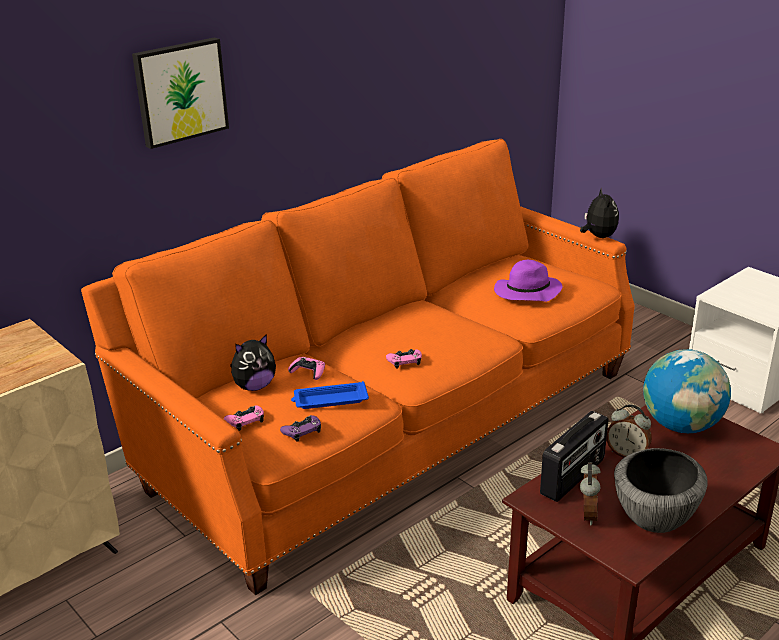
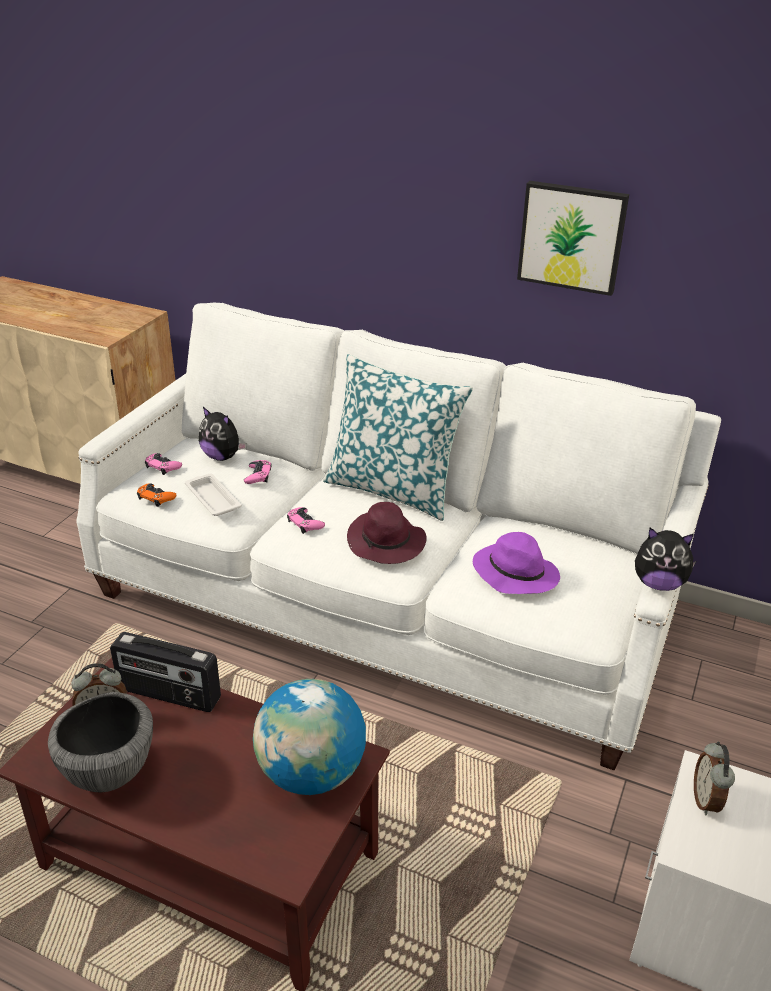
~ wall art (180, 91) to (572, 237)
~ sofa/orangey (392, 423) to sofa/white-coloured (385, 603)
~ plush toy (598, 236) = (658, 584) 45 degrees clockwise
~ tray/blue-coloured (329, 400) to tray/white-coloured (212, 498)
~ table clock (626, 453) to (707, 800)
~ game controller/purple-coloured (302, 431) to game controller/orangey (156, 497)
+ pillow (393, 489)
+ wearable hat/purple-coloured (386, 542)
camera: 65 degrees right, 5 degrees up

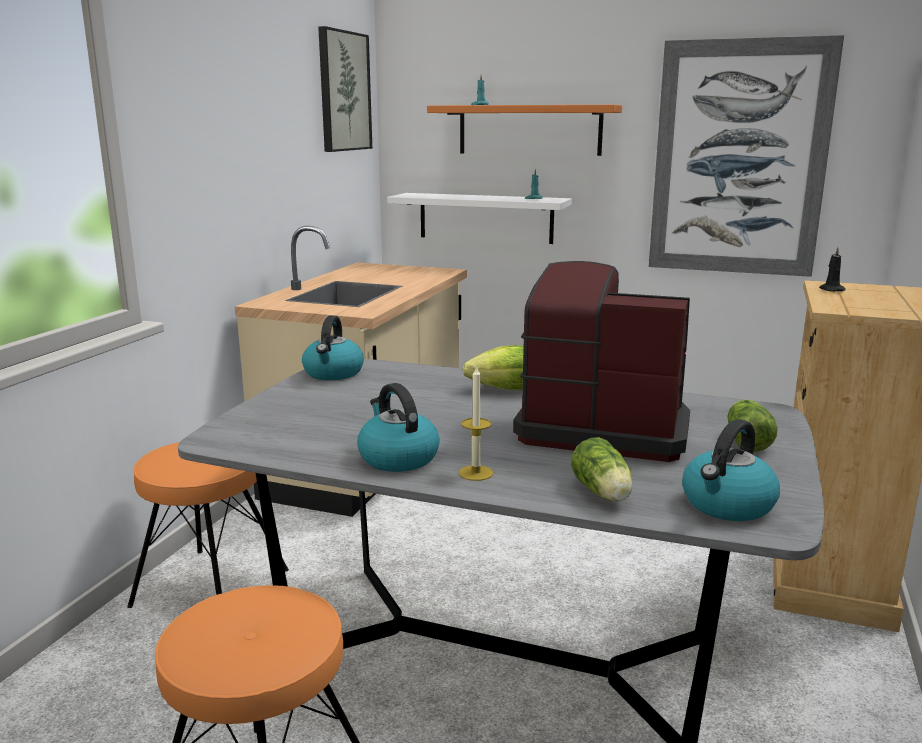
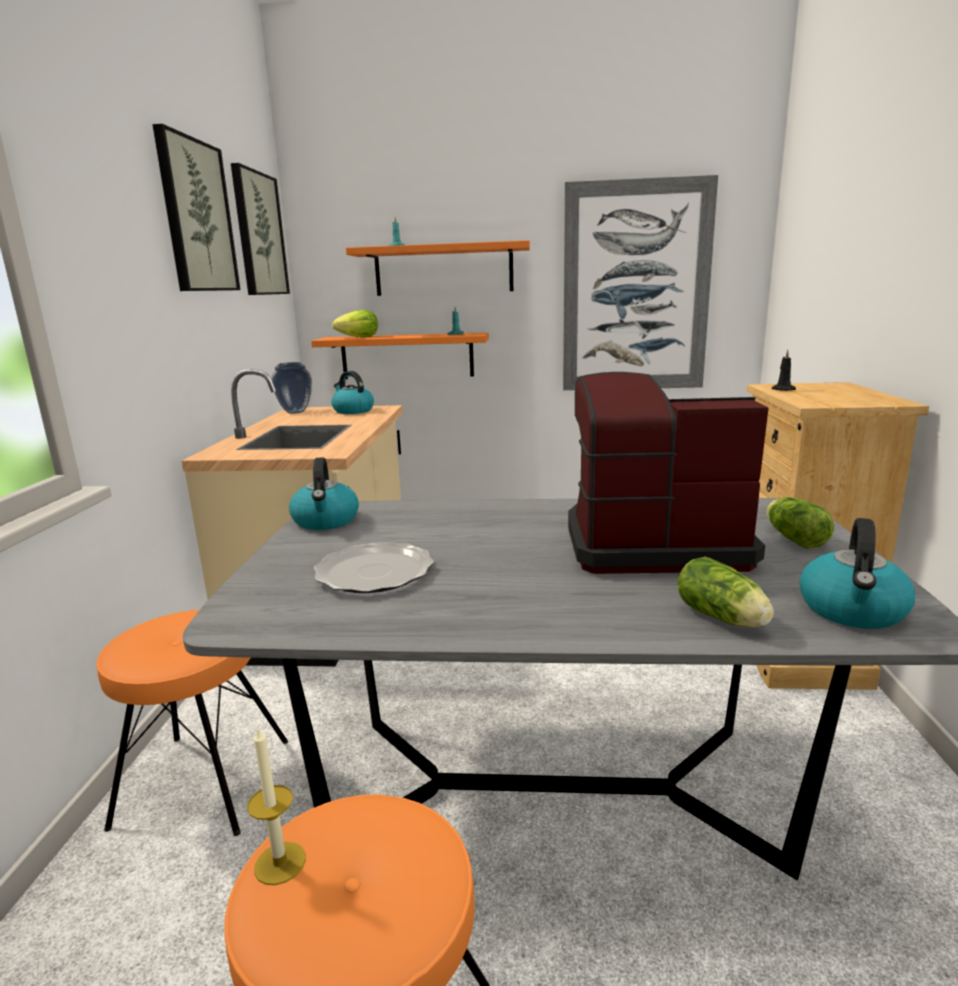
~ wall shelf/white-coloured (485, 218) to wall shelf/orangey (407, 356)
~ head of lettuce (504, 389) to (358, 337)
~ wax candle (476, 473) to (280, 863)
~ kettle (397, 458) to (352, 411)
+ wall art (196, 217)
+ decorative vase (295, 412)
+ dinner plate (373, 572)
camera: 15 degrees left, 0 degrees up

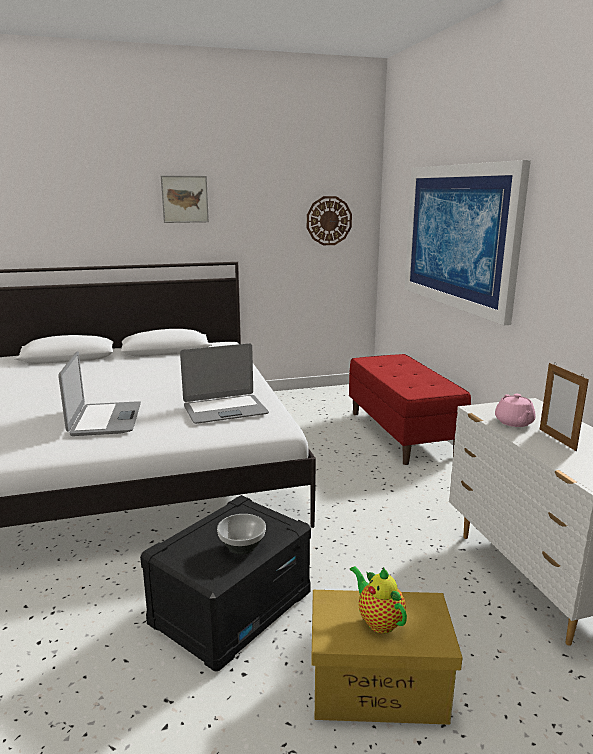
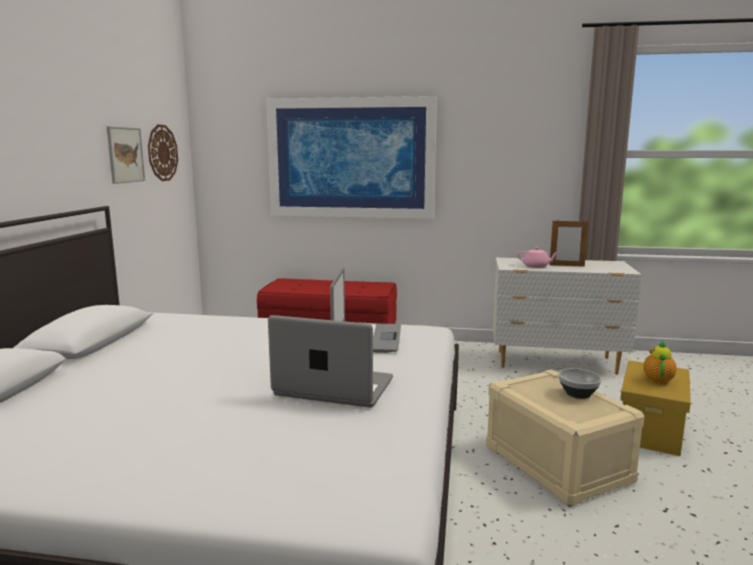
~ wall art (185, 199) to (125, 155)
~ storage box/black-coloured (231, 607) to storage box/beige (555, 464)
~ tea pot (378, 621) = (658, 380) 120 degrees clockwise
camera: 65 degrees left, 5 degrees down

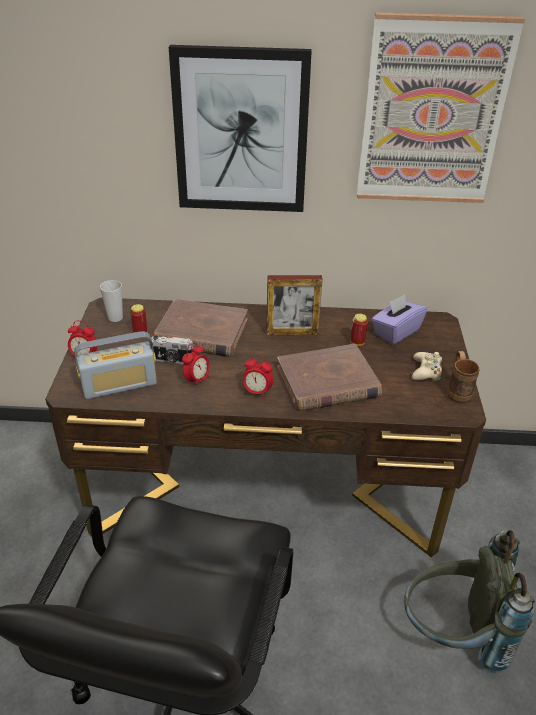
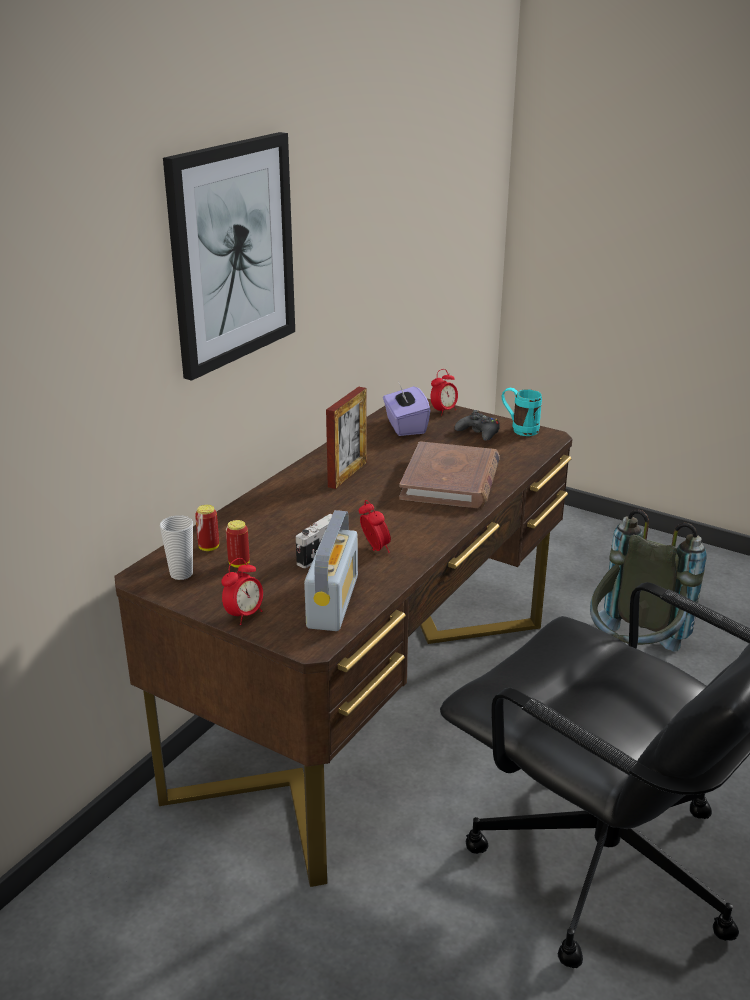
- wall art (432, 113)
- book/brownish (201, 332)
~ sealed can (357, 343) to (209, 547)
~ tea mug/brownish (457, 391) to tea mug/turquoise-coloured (519, 429)
~ game controller/beige (426, 371) to game controller/black-coloured (479, 432)
~ table clock (257, 392) to (443, 411)
camera: 60 degrees left, 10 degrees down

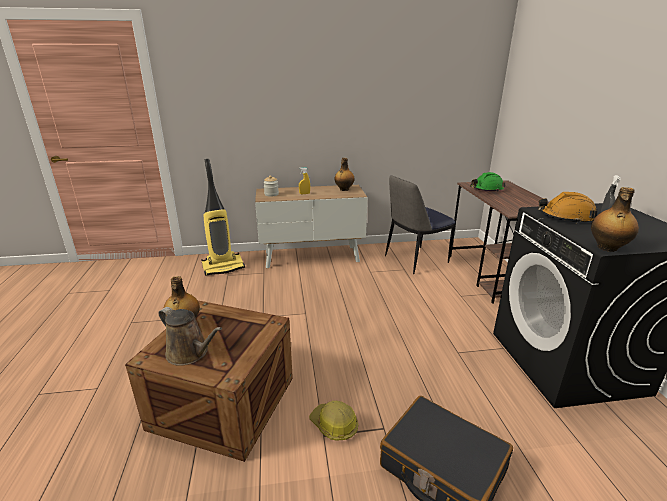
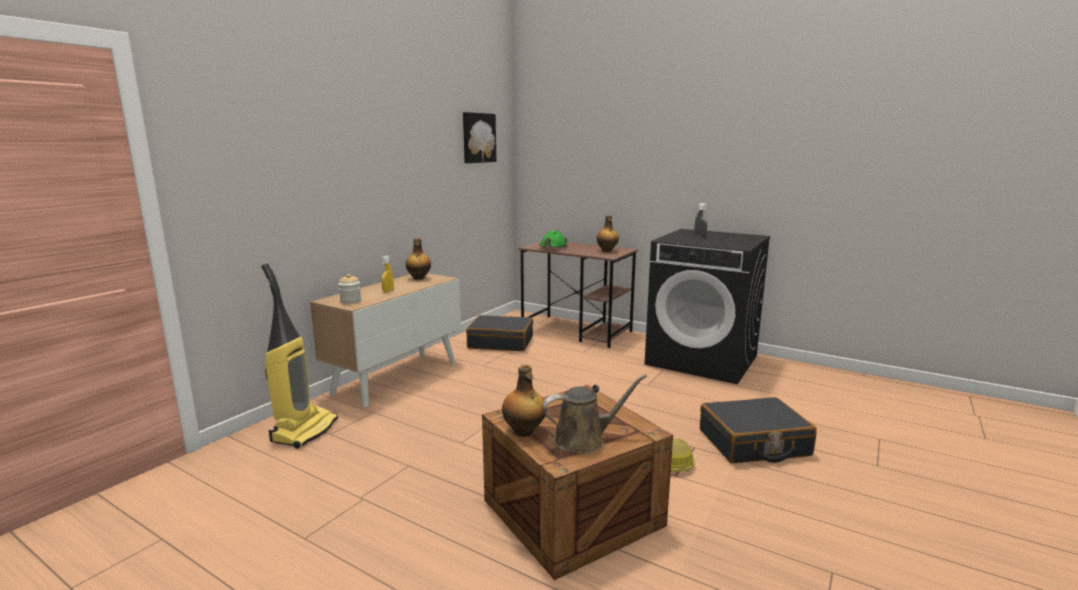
~ chair (414, 260) to suitcase/black-coloured (501, 342)
~ bottle (607, 248) to (607, 251)
- safety helmet/orangey (565, 217)
+ wall art (478, 138)
camera: 50 degrees left, 10 degrees down

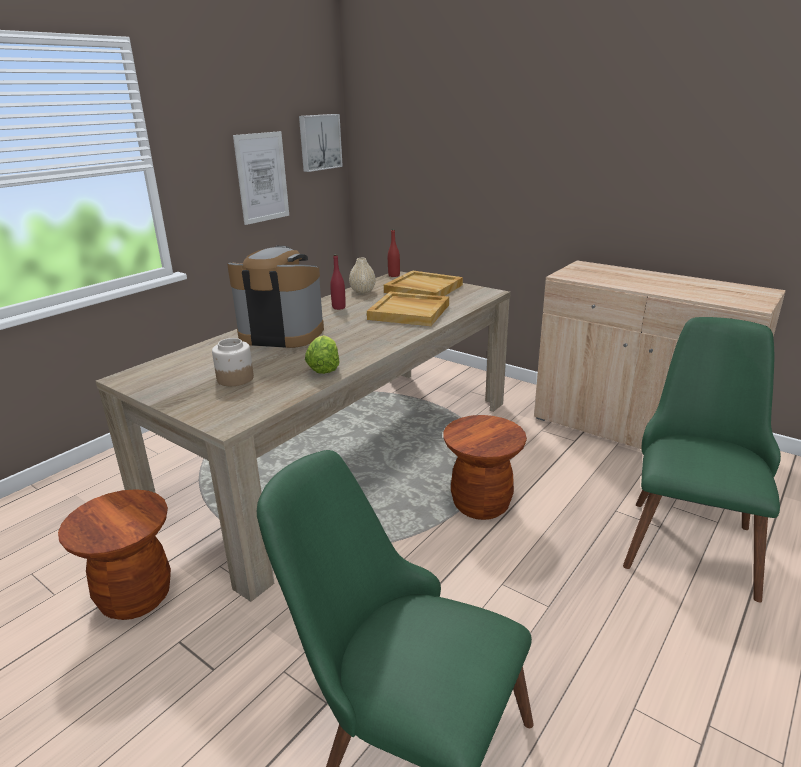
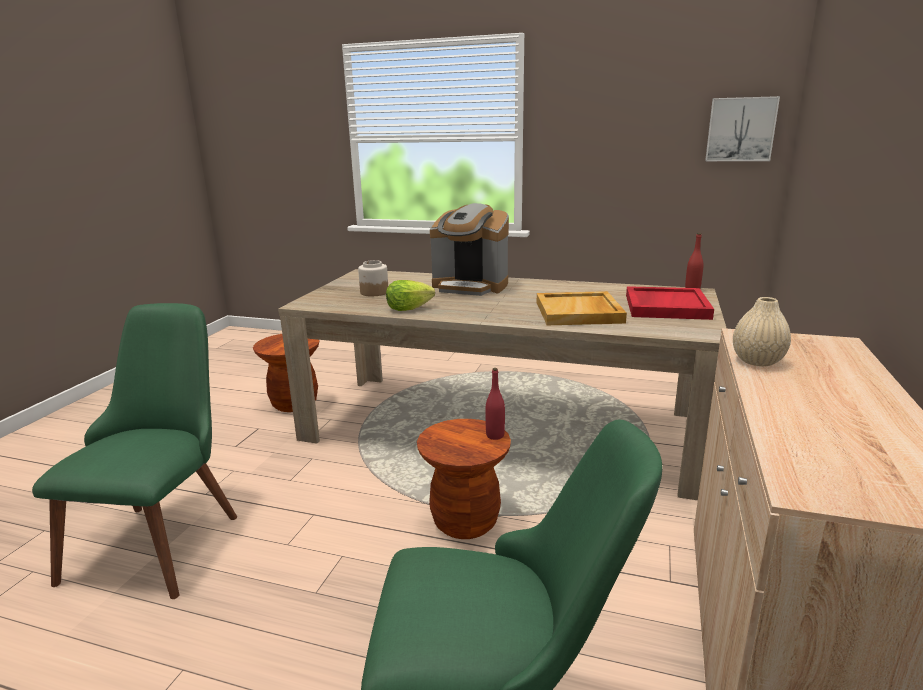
- wall art (262, 177)
~ coffee brewer (281, 334) = (470, 286) 120 degrees clockwise
~ bottle/reddish (338, 307) to (495, 435)
~ decorative vase/beige (362, 291) to (757, 361)
~ tray/beige (422, 289) to tray/reddish (665, 306)
camera: 70 degrees right, 5 degrees down

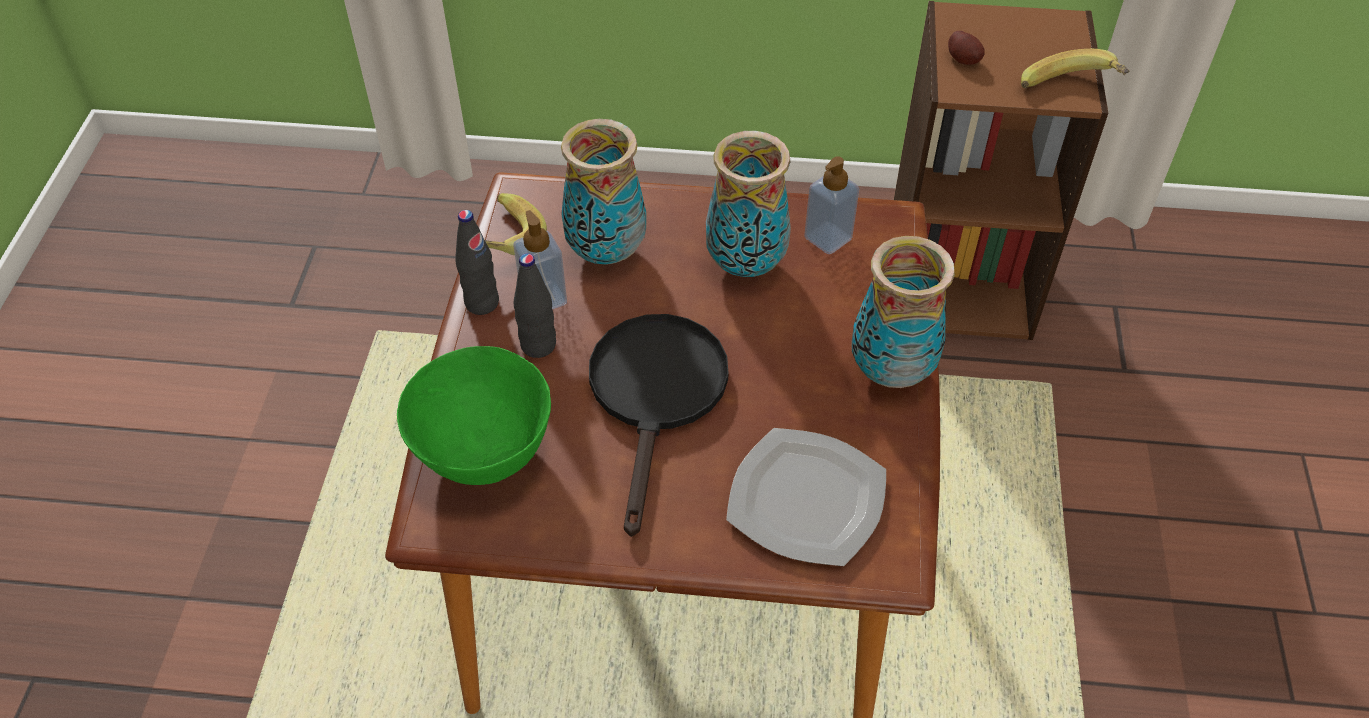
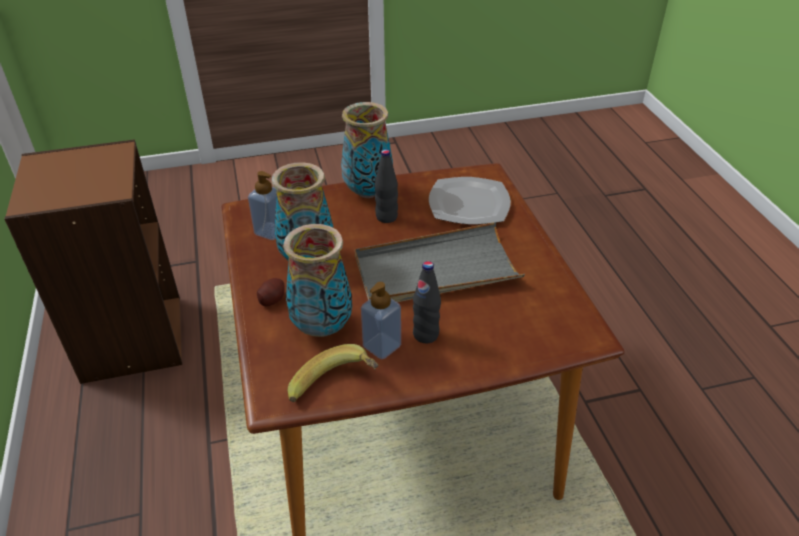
~ spud (964, 59) to (272, 299)
- whole banana (1071, 92)
~ bottle/black-coloured (482, 303) to (386, 217)
~ pan/black-coloured (657, 396) to tray/greyish (435, 270)
- serving bowl/greenish (485, 454)
camera: 110 degrees left, 10 degrees down

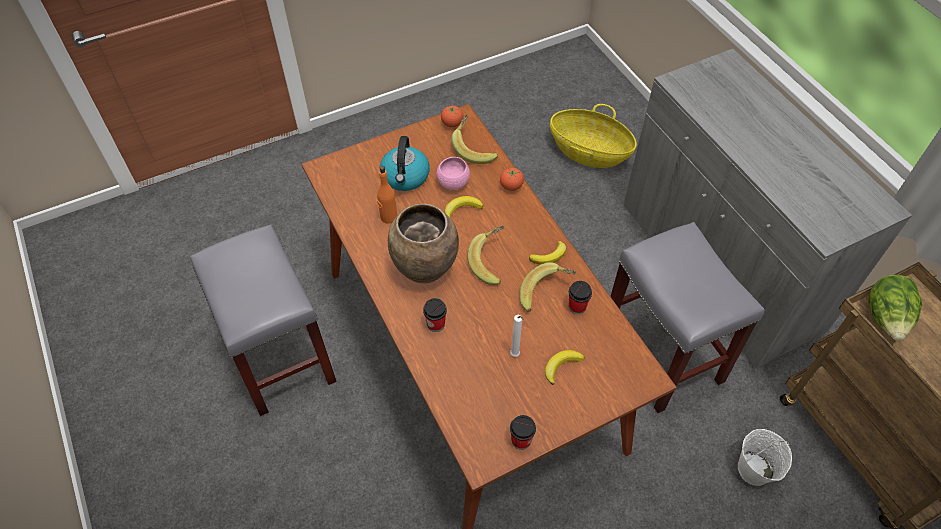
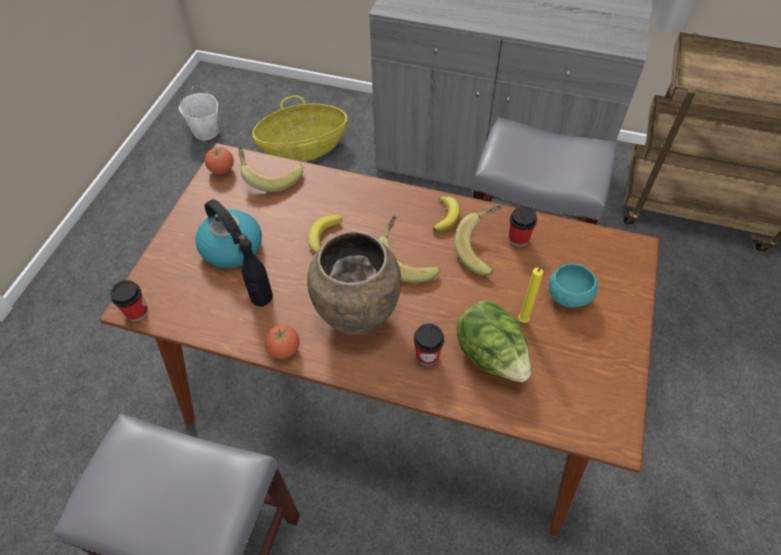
- serving bowl/pink-coloured (453, 183)
~ bottle/orangey (388, 217) to bottle/black-coloured (261, 297)
~ tomato (511, 186) to (284, 349)
~ head of lettuce (885, 318) to (491, 355)
~ wax candle/white-coloured (515, 355) to wax candle/yellowish (525, 321)
~ whole banana (561, 366) to serving bowl/turquoise-coloured (568, 296)
~ small cup (521, 440) to (137, 312)
~ bucket/white-coloured (754, 470) to (206, 131)
camera: 45 degrees left, 0 degrees up

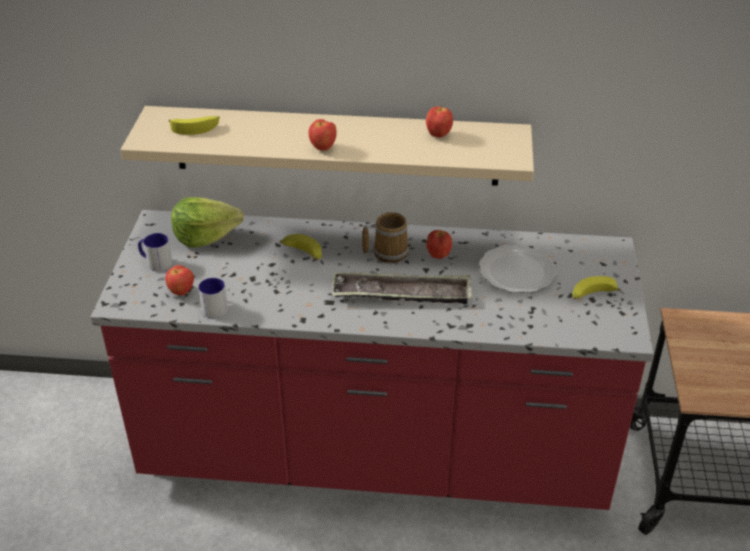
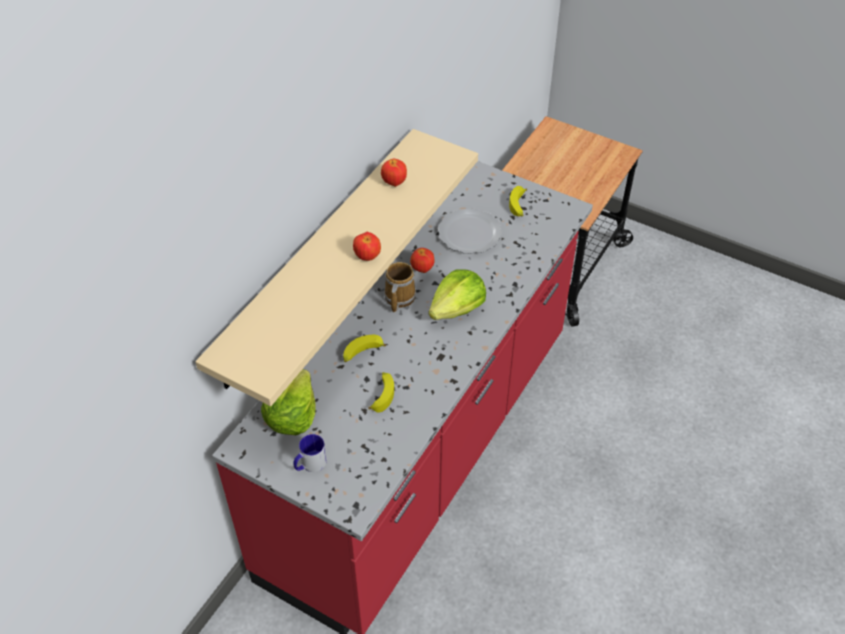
~ whole banana (196, 128) to (382, 394)
- whole apple (181, 292)
~ tray (401, 294) to head of lettuce (457, 309)
- tea mug (213, 306)
camera: 65 degrees left, 10 degrees up

